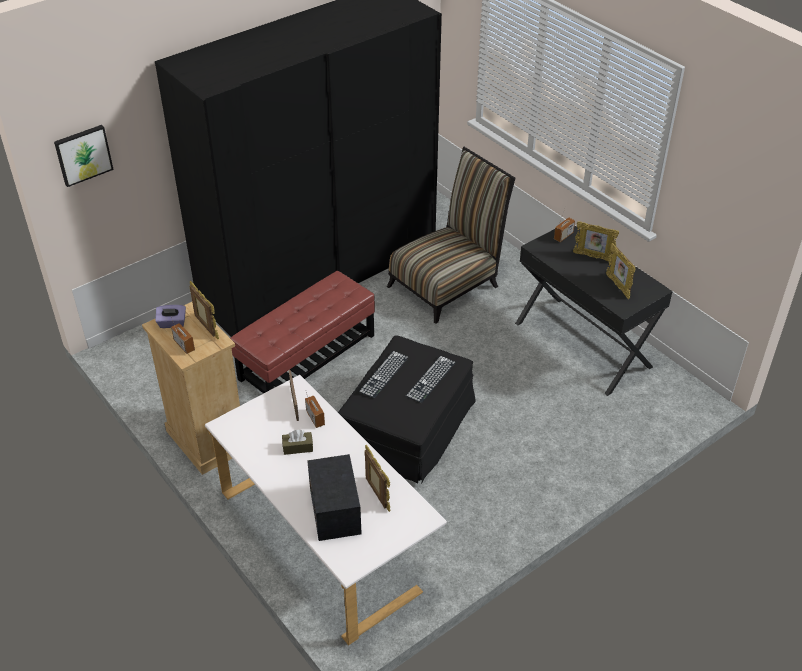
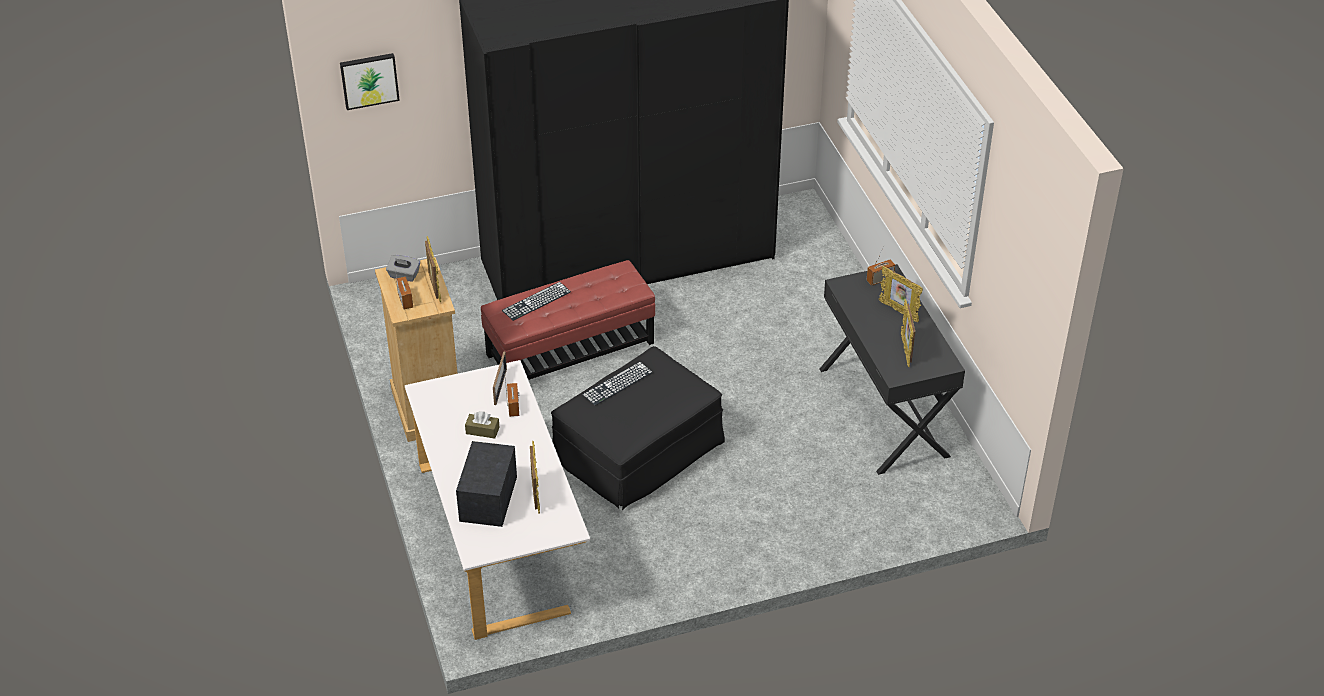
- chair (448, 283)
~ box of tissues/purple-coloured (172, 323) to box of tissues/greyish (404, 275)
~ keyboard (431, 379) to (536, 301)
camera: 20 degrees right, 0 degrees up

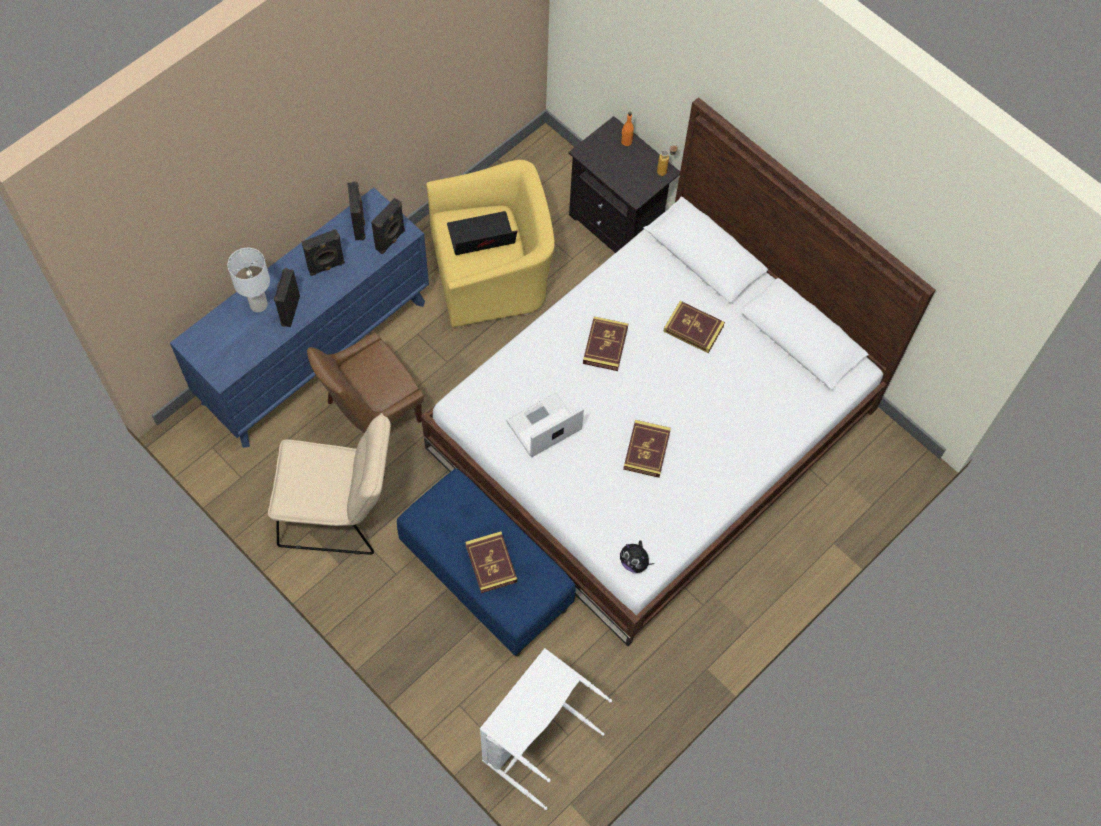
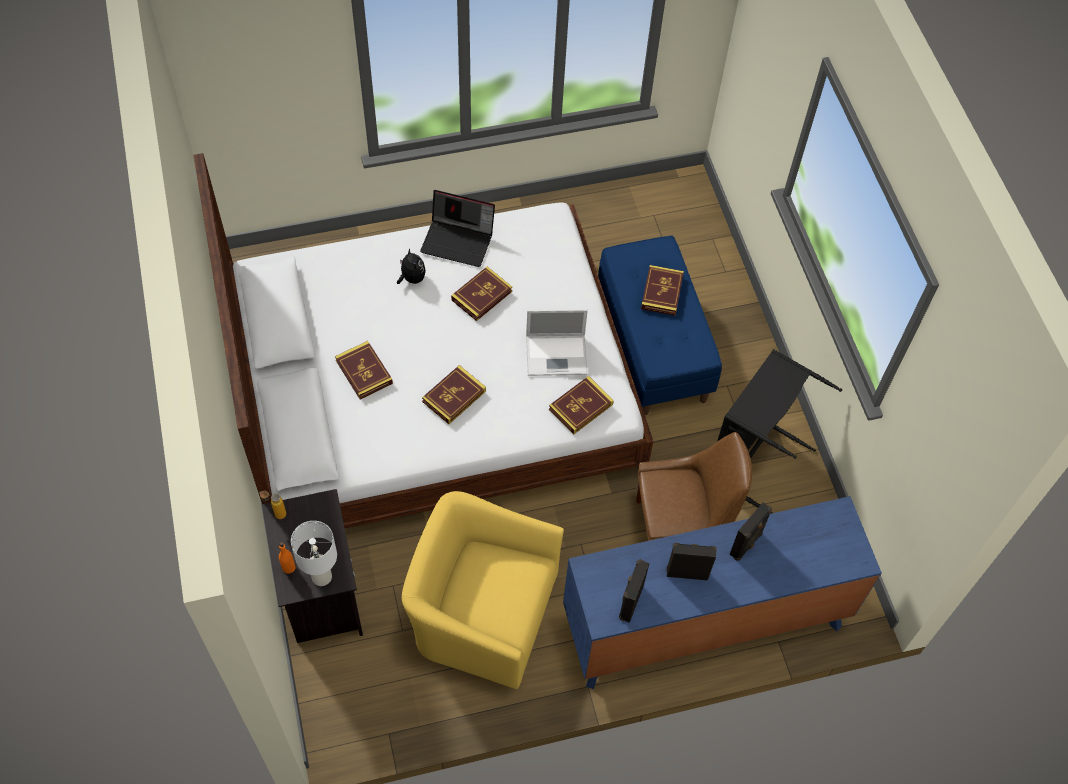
- audio speaker/black-coloured (391, 240)
~ portable computer (481, 239) to (459, 241)
~ tabletop lamp/white-coloured (258, 304) to (322, 577)
~ chair/beige (341, 513) to hamper/black-coloured (750, 457)
~ plush toy (634, 562) to (412, 278)
- hamper/white-coloured (533, 739)
+ book (580, 407)
camera: 150 degrees left, 5 degrees down

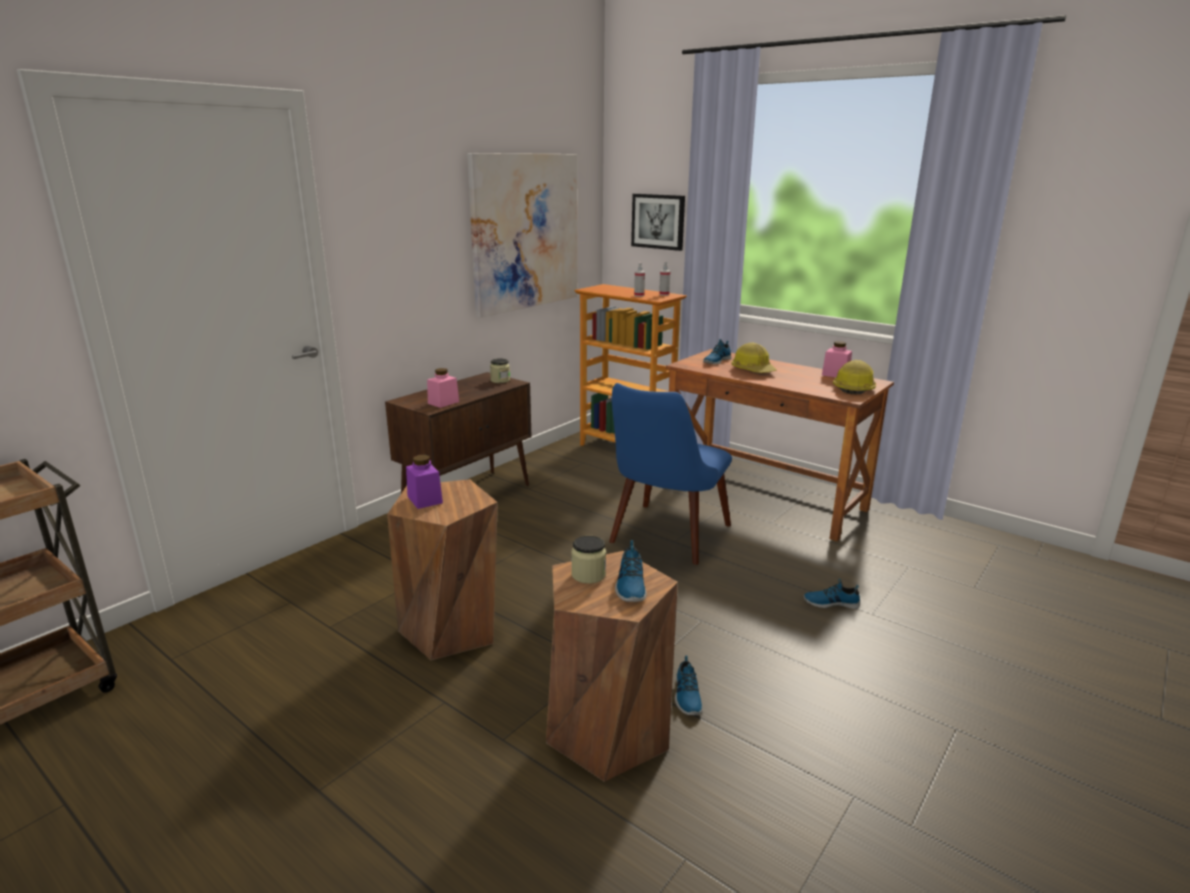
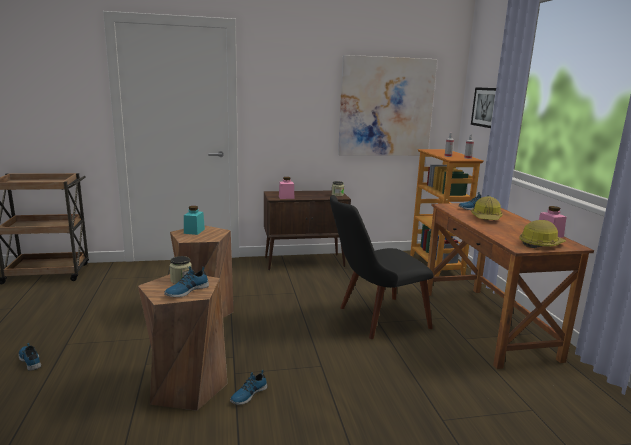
~ chair/blue-coloured (664, 540) to chair/black-coloured (373, 319)
~ storage jar/purple-coloured (425, 499) to storage jar/turquoise-coloured (194, 231)
~ shoe (831, 602) to (31, 360)
camera: 40 degrees right, 5 degrees down

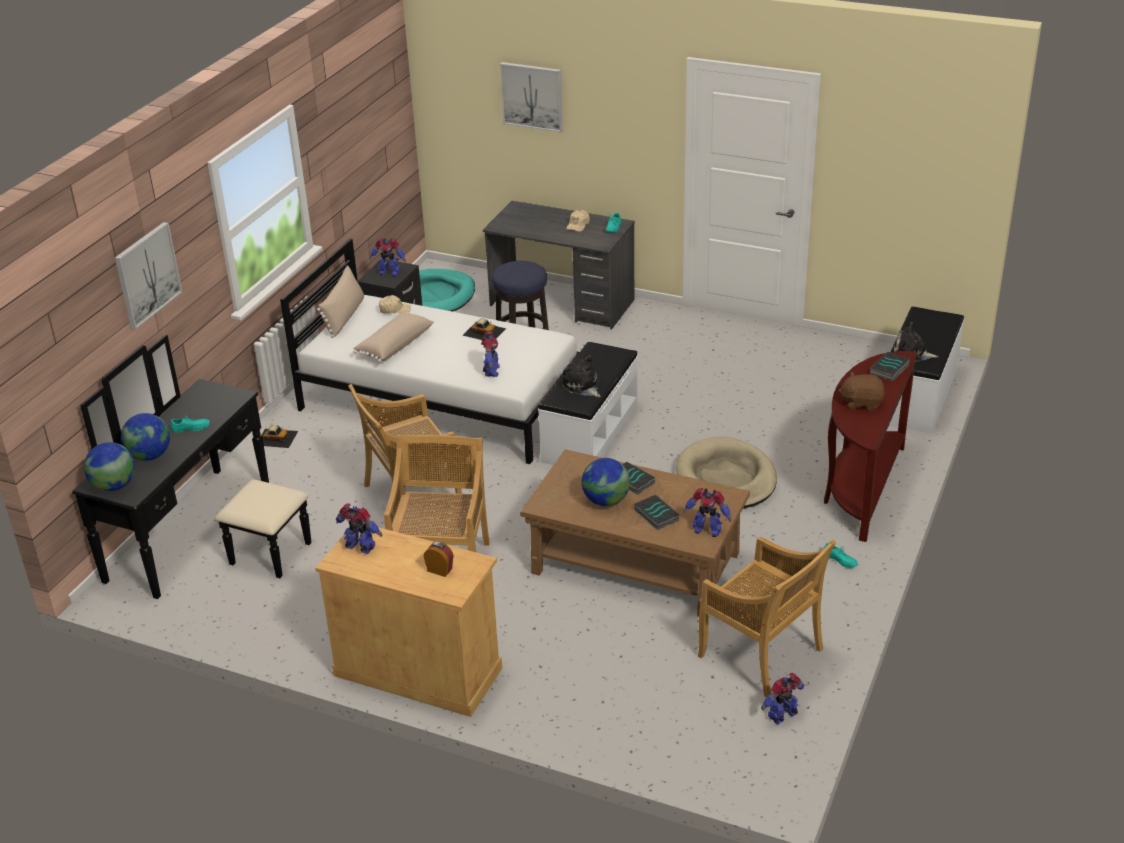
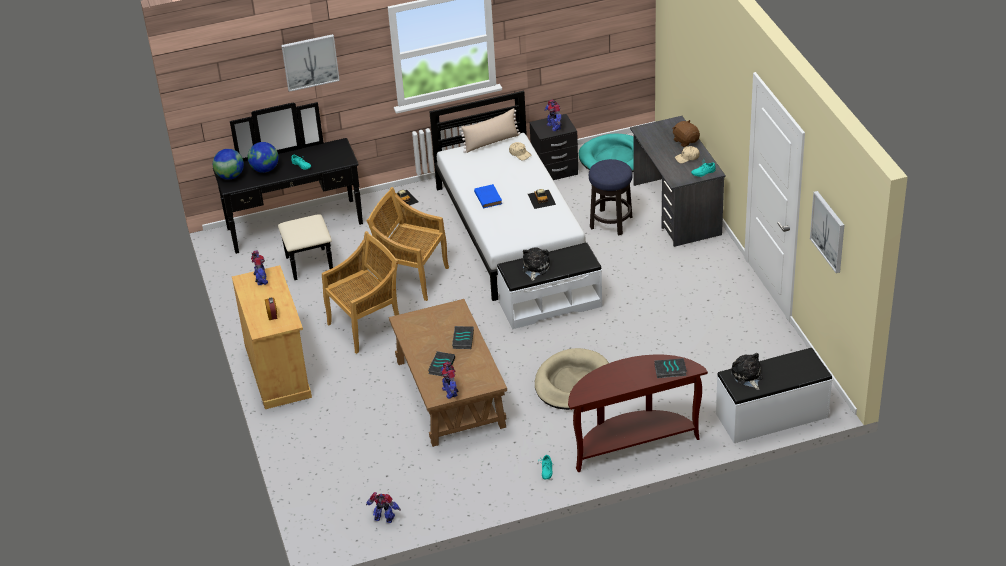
~ wall art (532, 96) to (828, 231)
- pillow/beige (394, 345)
- toy robot (491, 371)
~ plush toy/brownish (861, 403) to (685, 141)
- world globe (606, 501)
- chair/beige (762, 654)
+ book/blue-coloured (488, 197)
camera: 50 degrees right, 5 degrees up

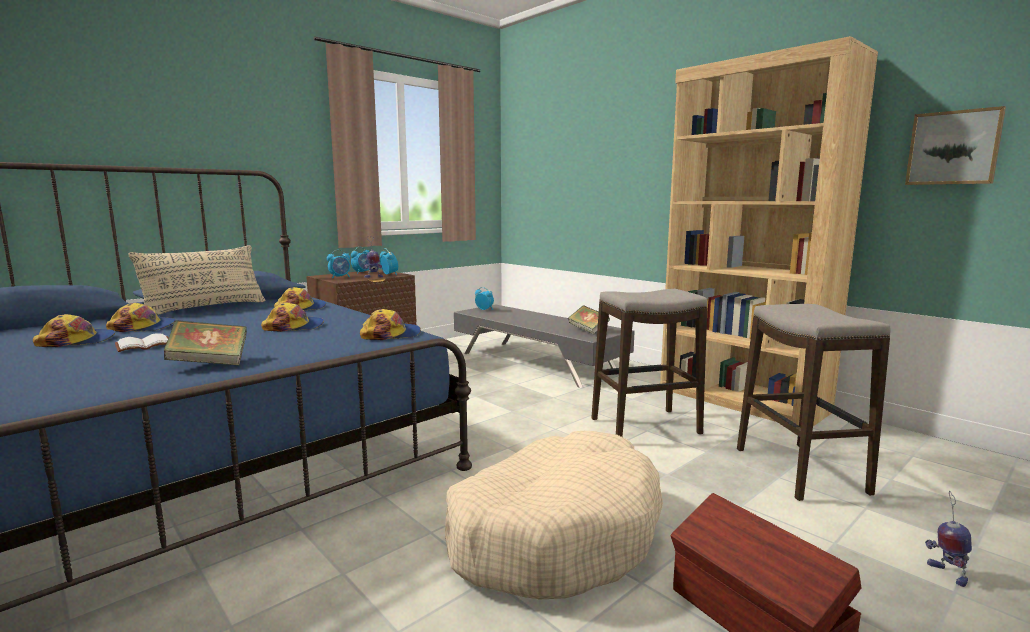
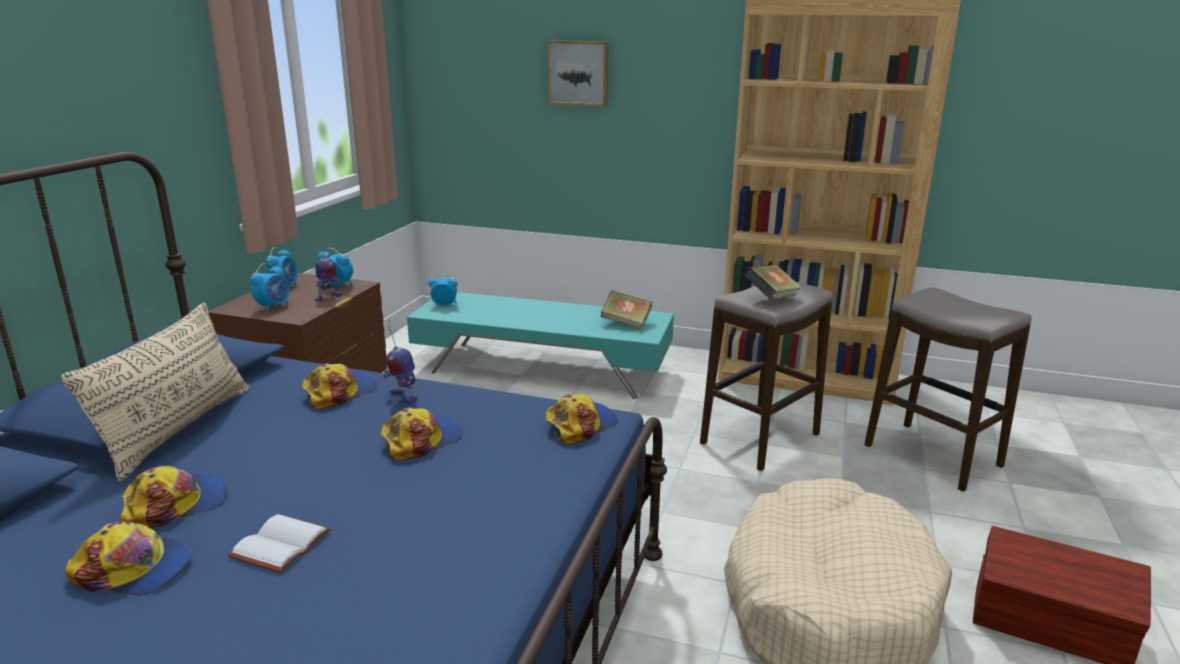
~ wall art (953, 148) to (578, 73)
~ coffee table/greyish (535, 362) to coffee table/turquoise-coloured (541, 369)
~ peaked cap (78, 341) = (133, 569) 60 degrees clockwise
~ book (209, 363) to (771, 299)
~ toy robot (946, 573) to (403, 397)
camera: 30 degrees left, 10 degrees up

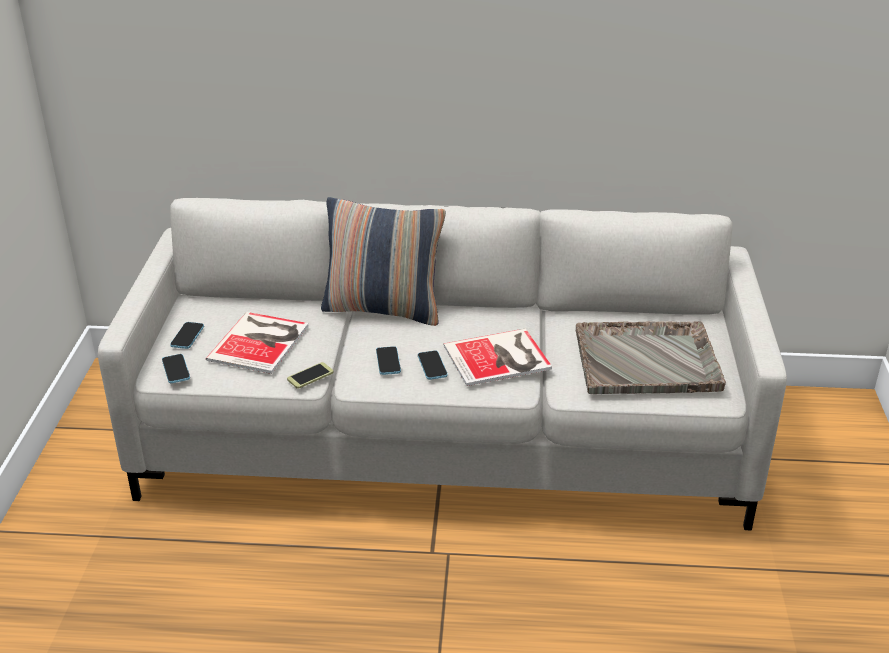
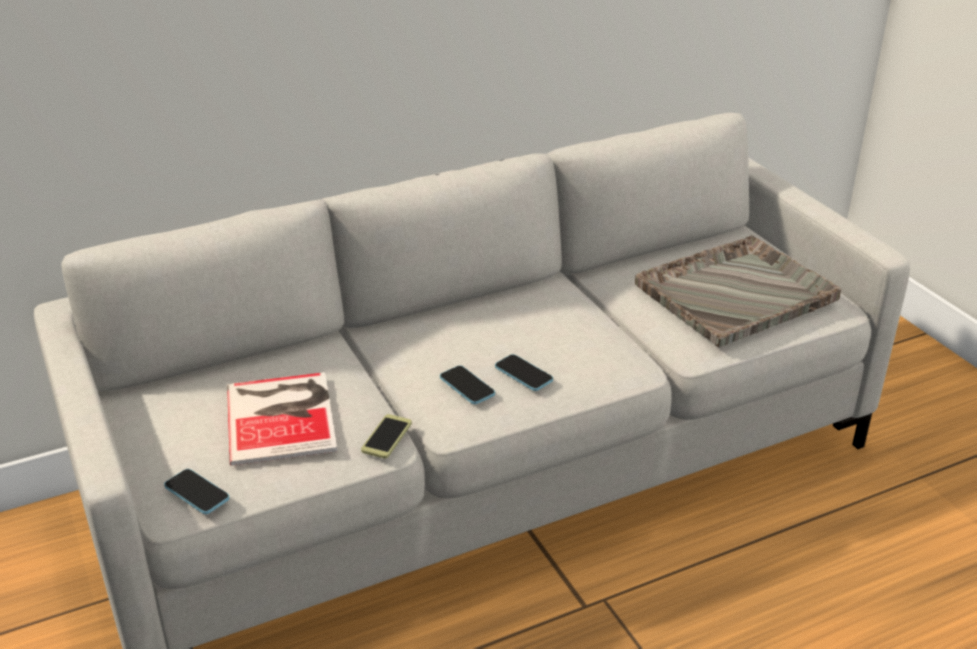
- pillow (383, 309)
- telephone (187, 336)
- book (500, 358)
camera: 30 degrees left, 0 degrees up

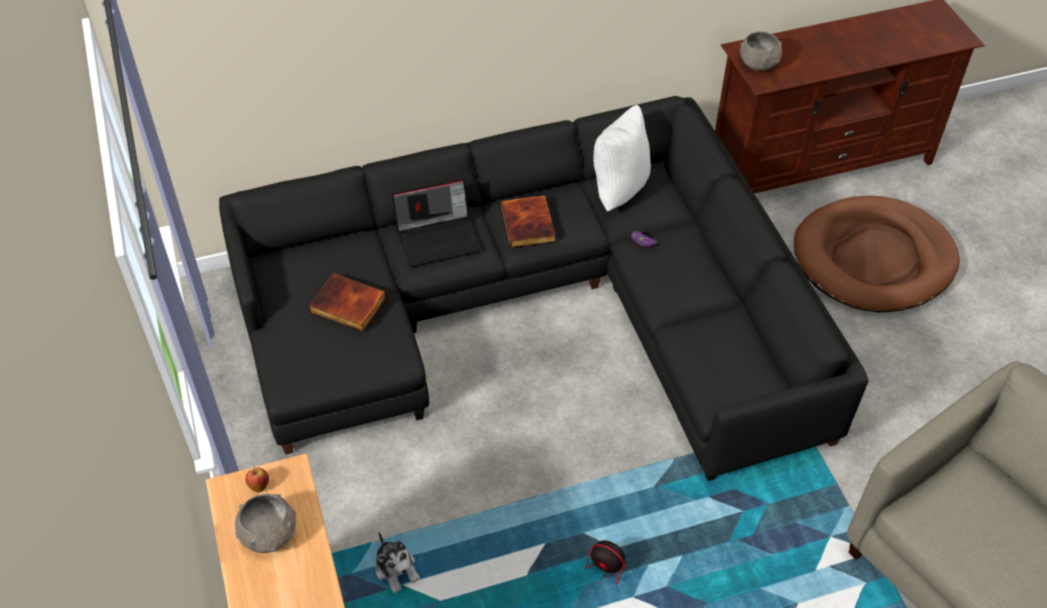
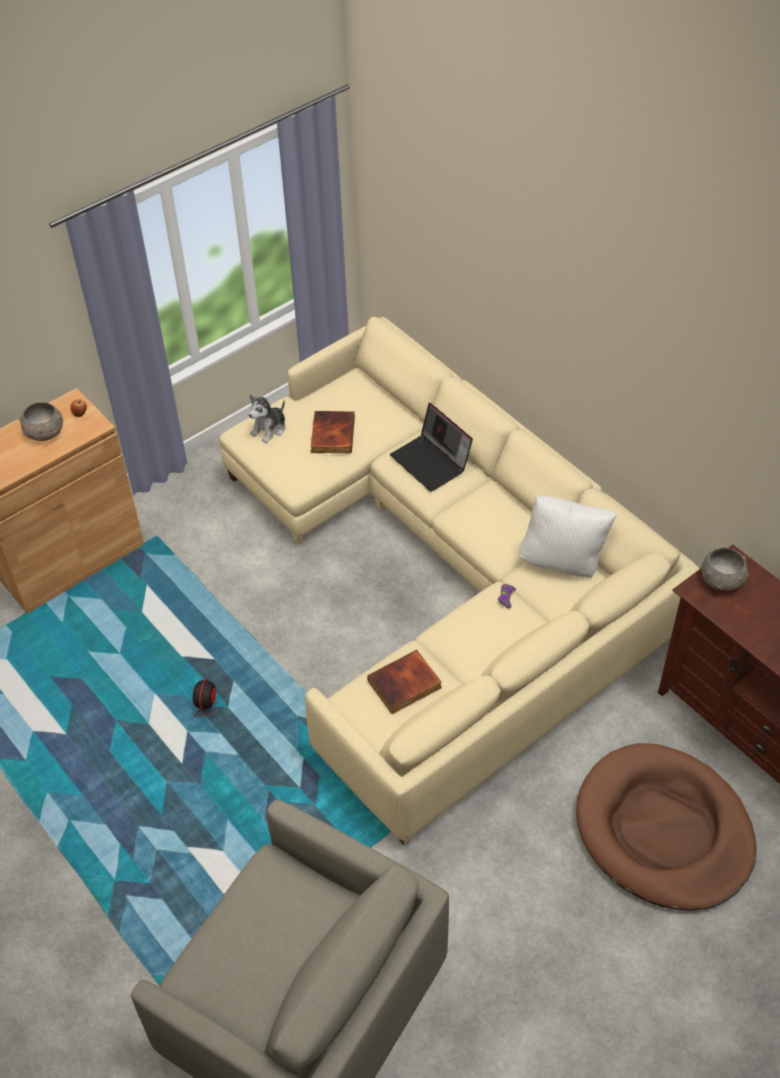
~ sofa/black-coloured (537, 309) to sofa/beige (447, 579)
~ book (529, 224) to (404, 685)
~ plush toy (396, 569) to (269, 429)
camera: 70 degrees right, 0 degrees up

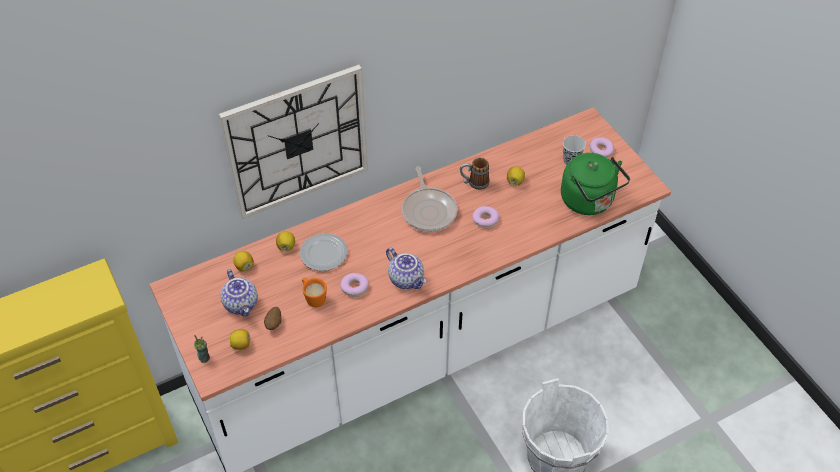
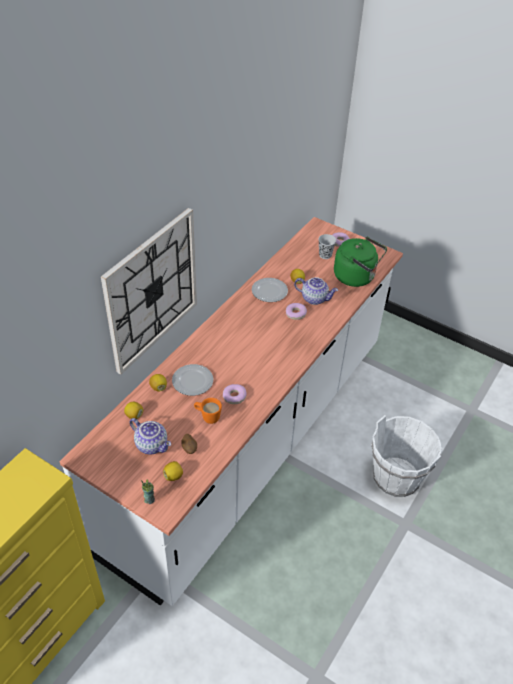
~ tea mug (474, 183) to dinner plate (269, 292)
- pan (429, 210)
~ tea pot (407, 279) to (315, 298)
camera: 30 degrees left, 5 degrees down

